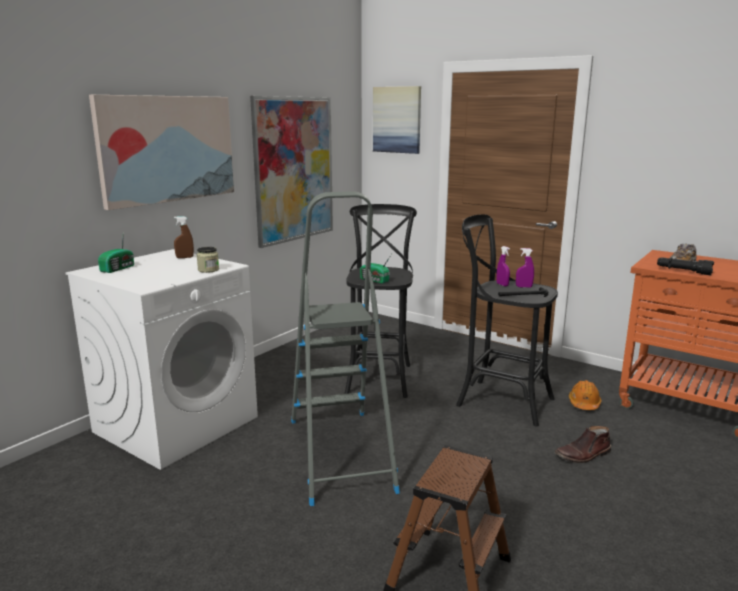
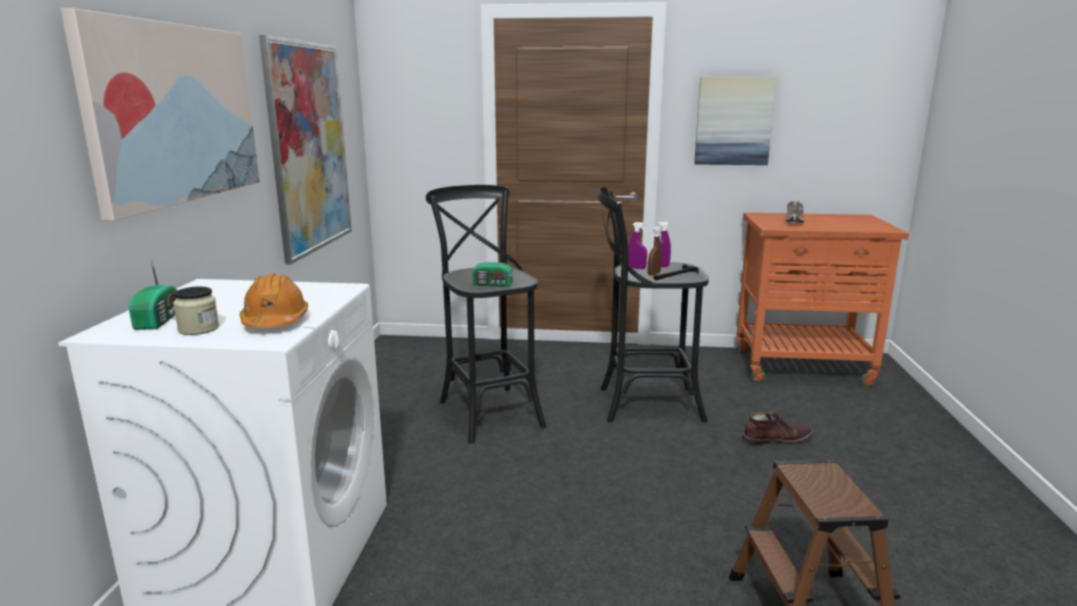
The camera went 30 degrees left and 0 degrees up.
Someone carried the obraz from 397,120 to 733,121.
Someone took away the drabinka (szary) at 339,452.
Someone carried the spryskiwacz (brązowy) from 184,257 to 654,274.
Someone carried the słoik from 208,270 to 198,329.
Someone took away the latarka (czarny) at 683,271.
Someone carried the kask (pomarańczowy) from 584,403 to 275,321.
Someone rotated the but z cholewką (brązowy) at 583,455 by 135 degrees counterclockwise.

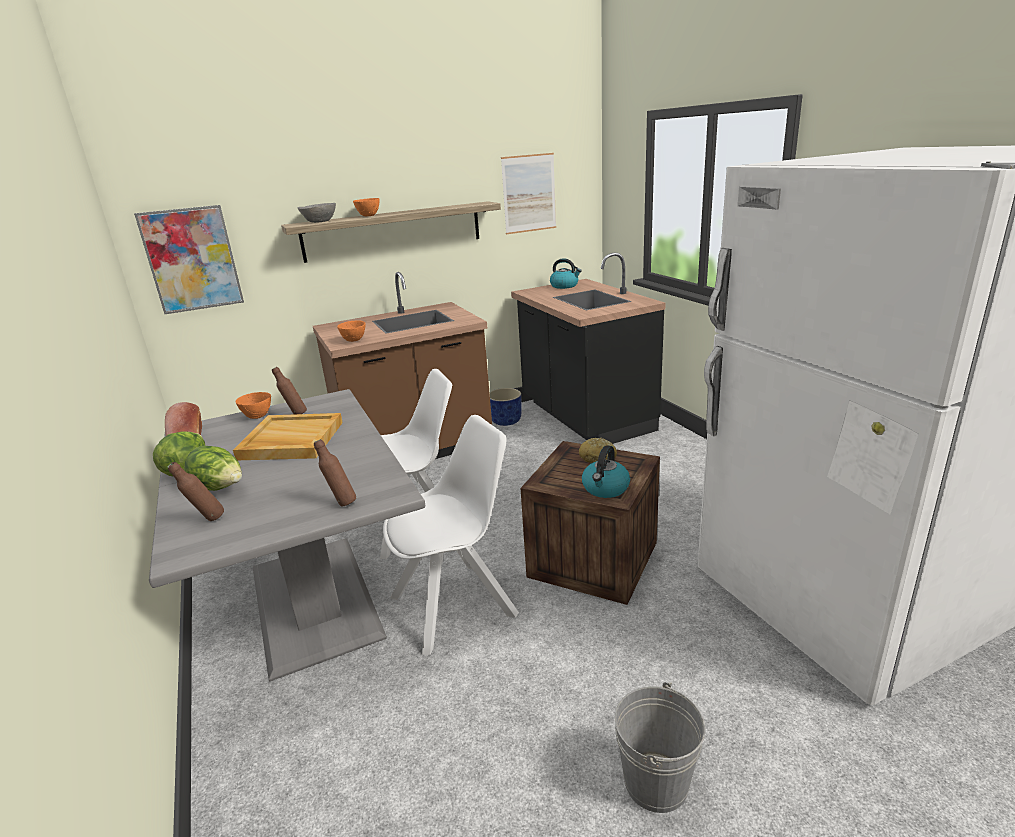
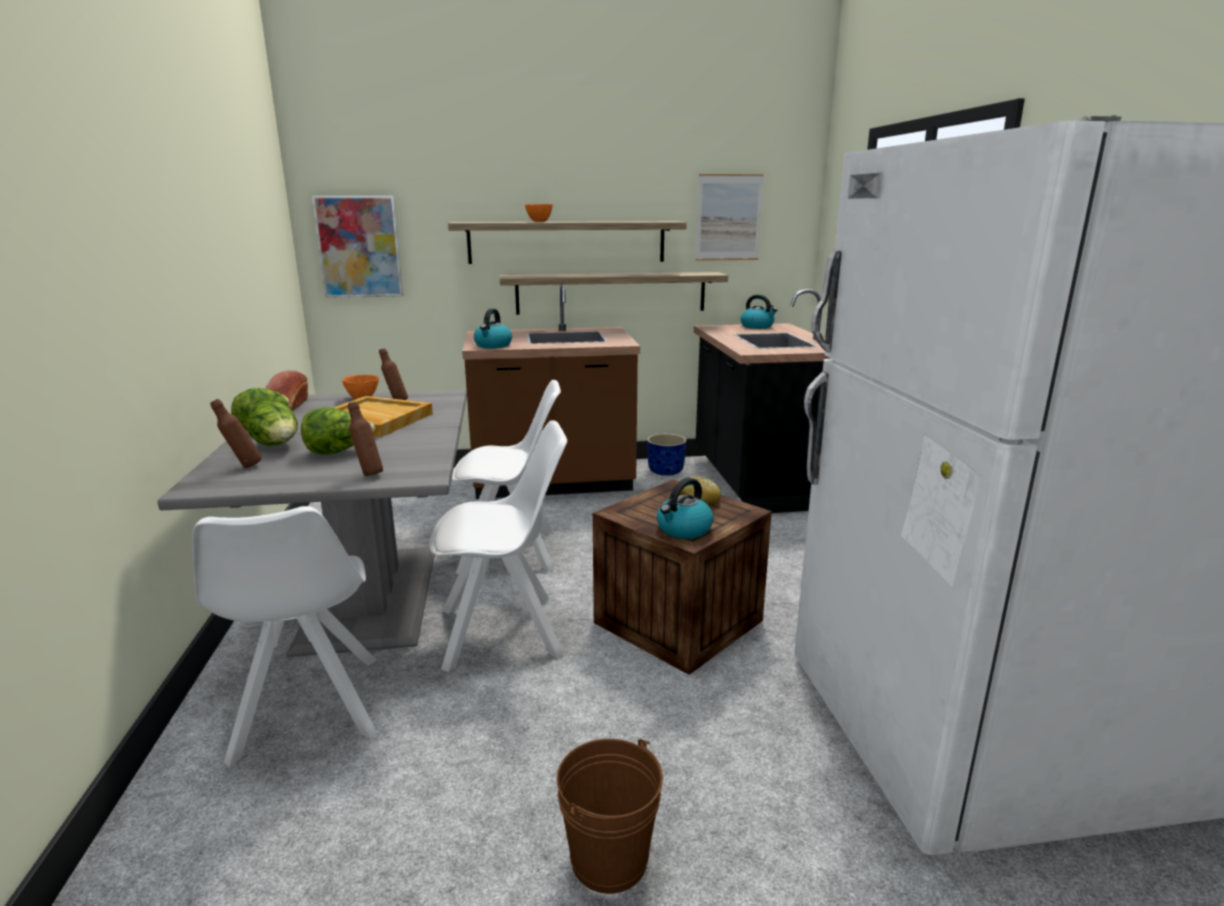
The camera went 15 degrees right and 5 degrees down.
Someone took away the miska (szary) at 319,221.
Someone swapped the miska (pomarańczowy) at 354,340 for the czajnik at 493,345.
Someone repainted the wiadro (szary) at 656,782, which became the wiadro (brązowy) at 609,859.
Someone put up the półka at 611,293.
Someone put down the sałata at 338,452.
Someone put down the krzesło (biały) at 307,710.

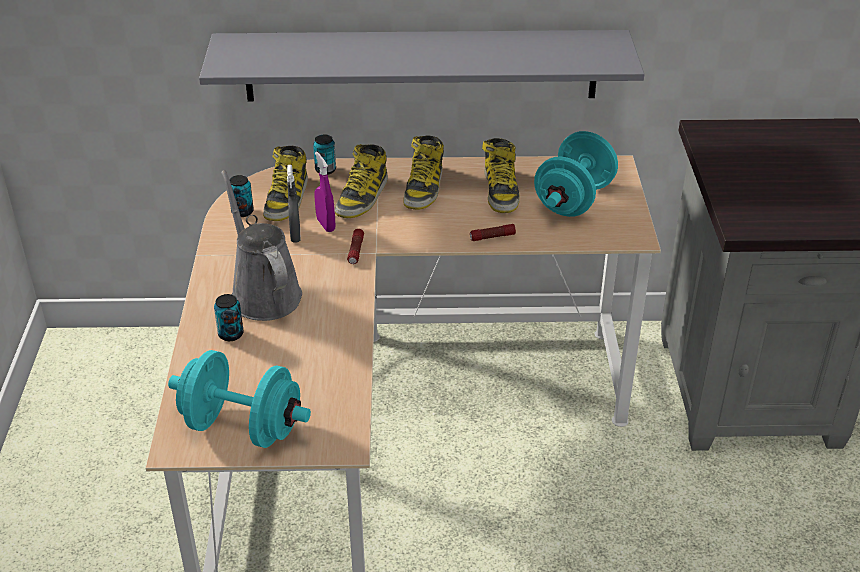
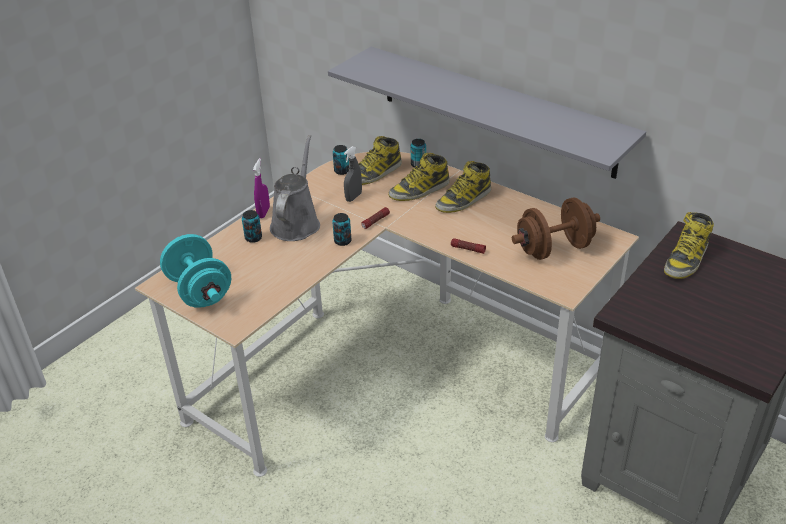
The camera went 40 degrees right and 0 degrees up.
Someone repainted the hantel (turkusowy) at 573,200, which became the hantel (brązowy) at 554,249.
Someone carried the but z cholewką from 500,191 to 686,259.
Someone carried the spryskiwacz (fioletowy) from 326,225 to 263,212.
Someone put down the puszka at 342,241.

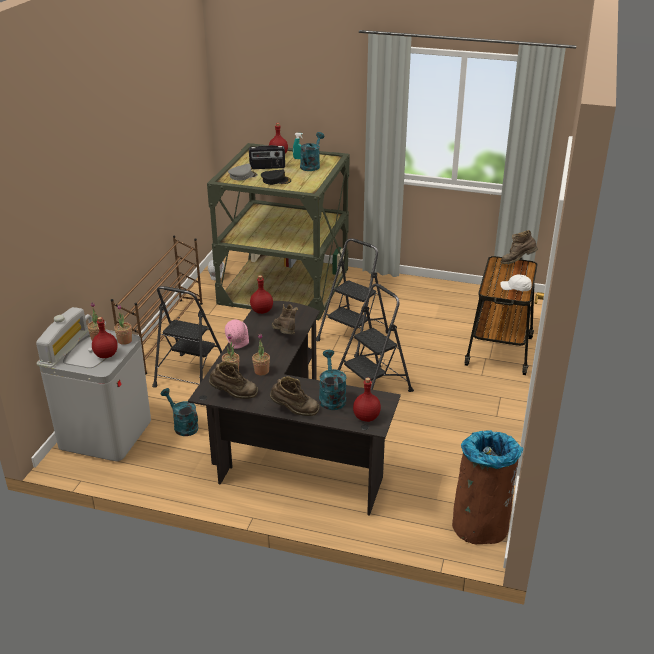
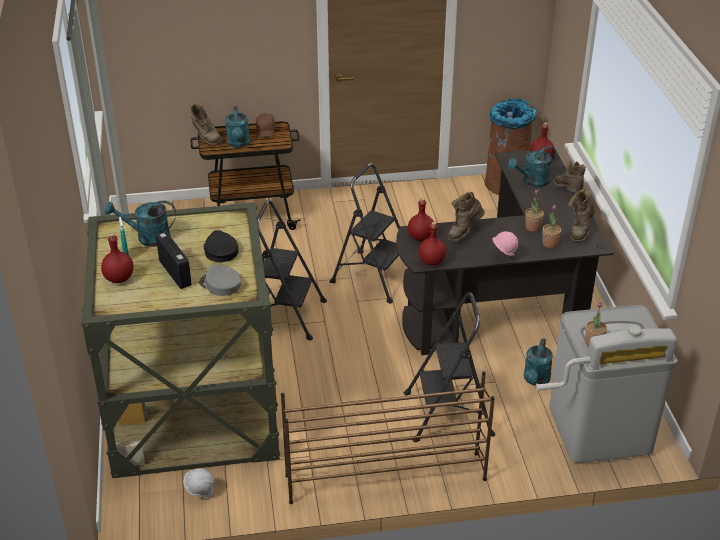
The camera went 115 degrees left and 5 degrees up.
Someone repainted the czapka z daszkiem (biały) at 516,288, which became the czapka z daszkiem (brązowy) at 265,131.
Someone took away the roślina doniczkowa at 125,340.
Someone carried the butelka (czerwony) from 105,355 to 421,237.
Someone rotated the but z cholewką (brązowy) at 233,395 by 135 degrees counterclockwise.
Someone put down the konewka (turkusowy) at 239,144.

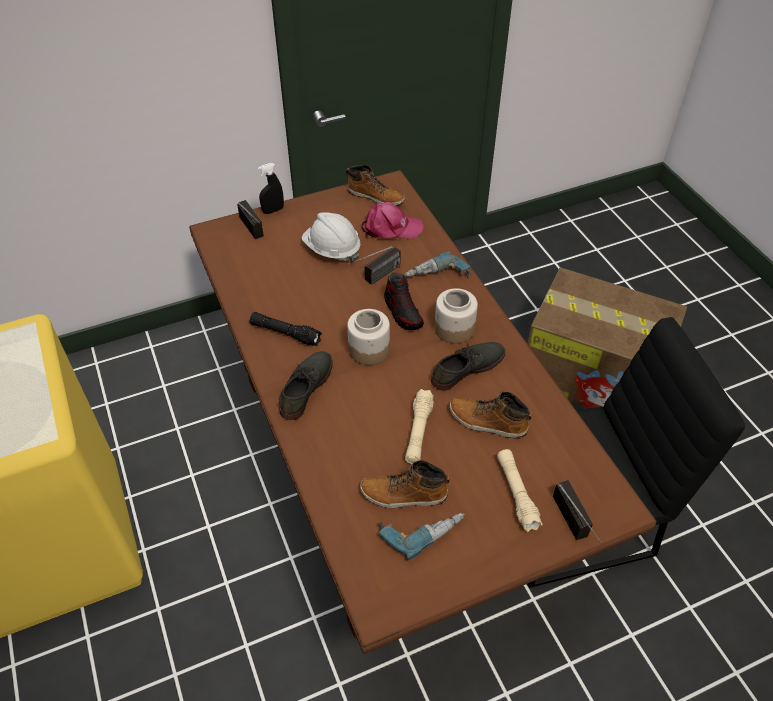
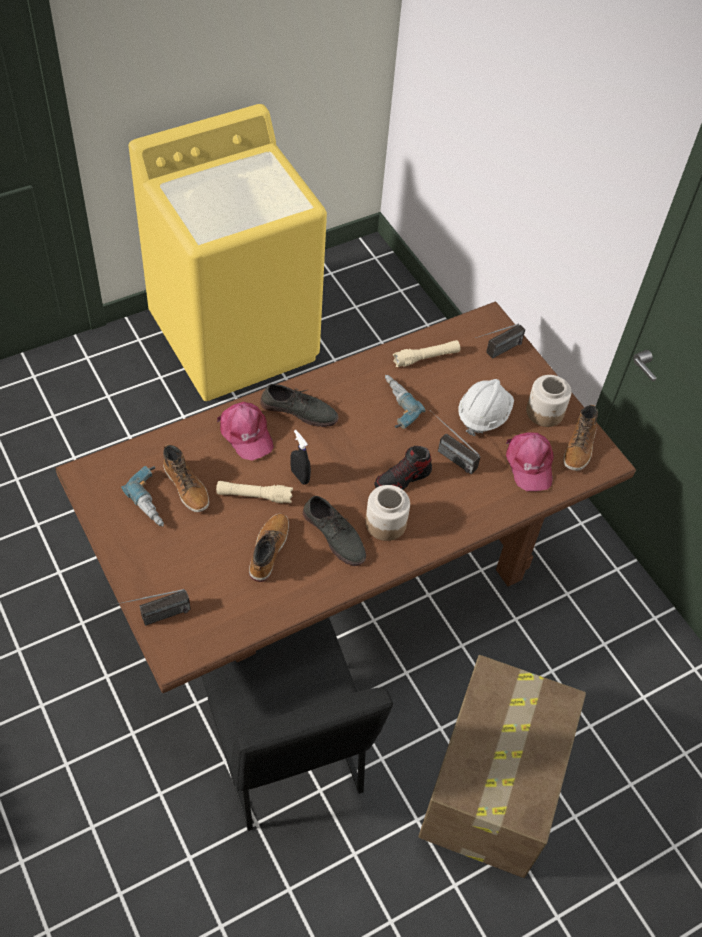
The camera went 80 degrees right and 5 degrees up.
Someone carried the spryskiwacz (czarny) from 273,210 to 300,476.
Someone carried the wiertarka from 437,277 to 394,406.
Someone carried the słoik from 369,349 to 545,412.
Someone took away the latarka (czarny) at 285,333.
Someone carried the latarka (beżowy) from 516,493 to 426,358.
Someone rotated the but z cholewką at 403,495 by 150 degrees clockwise.
Someone put down the czapka z daszkiem (różowy) at 245,434.

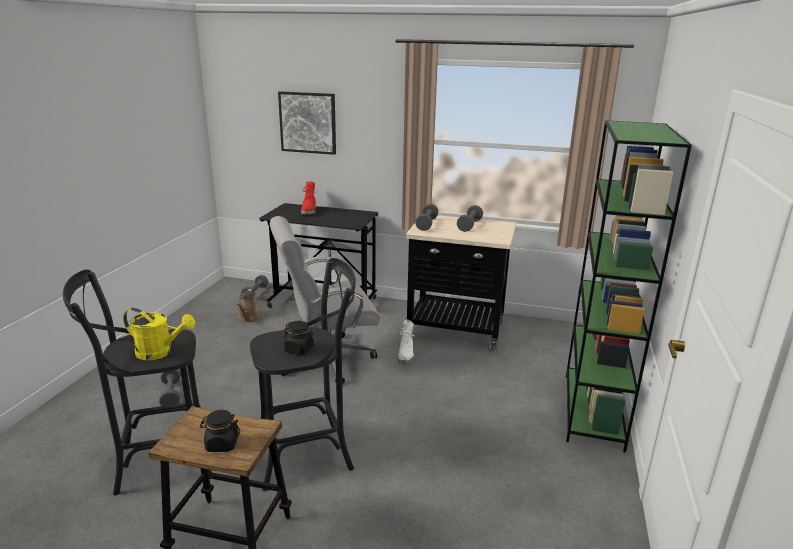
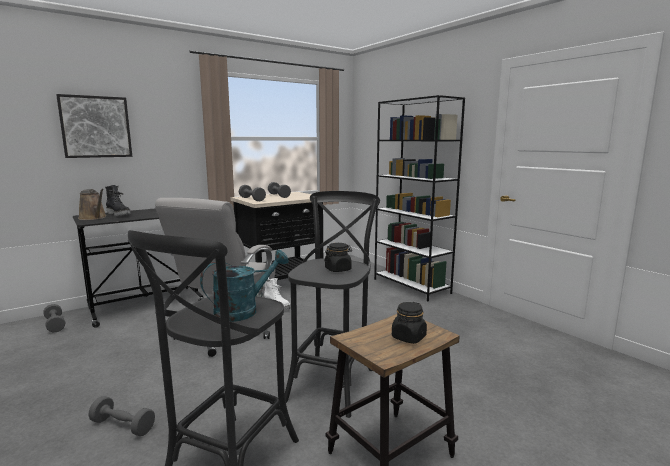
The camera went 50 degrees left and 10 degrees down.
Someone repainted the regał (zielony) at 593,411, which became the regał (biały) at 412,286.
Someone repainted the but z cholewką (czerwony) at 309,211, which became the but z cholewką (czarny) at 119,214.
Someone carried the konewka (brązowy) from 249,318 to 94,218.
Someone repainted the konewka (żółty) at 160,352, which became the konewka (turkusowy) at 243,310.

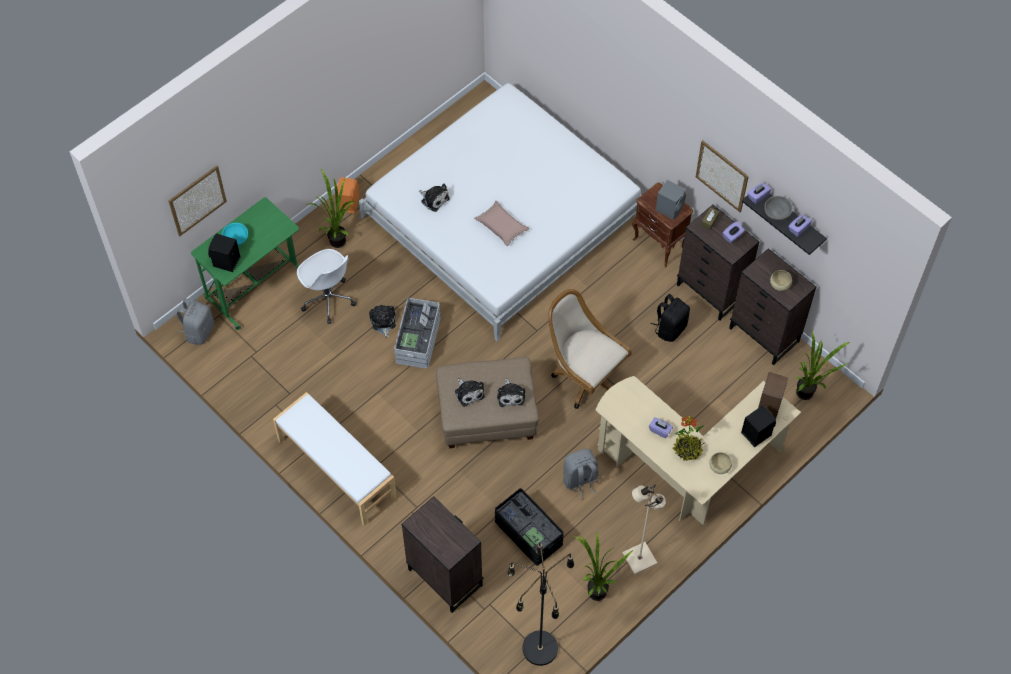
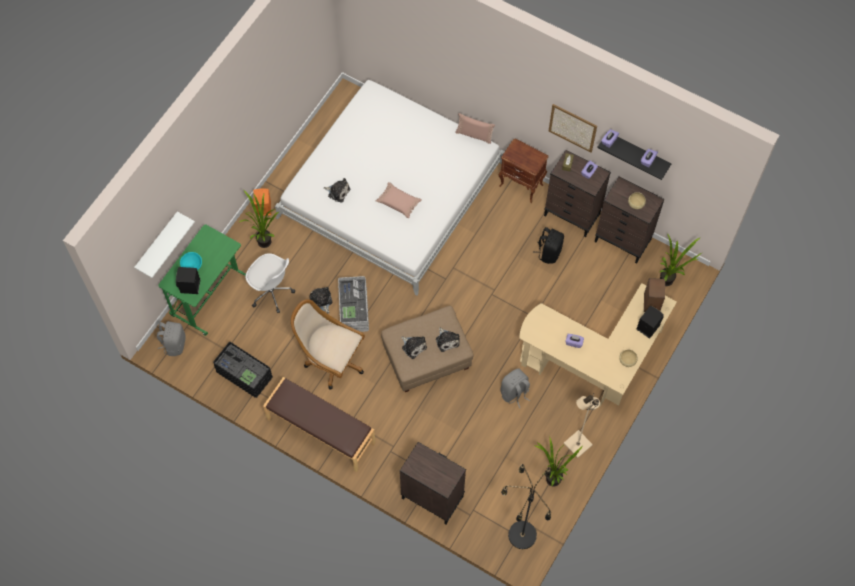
The camera went 15 degrees left and 5 degrees up.
Someone swapped the obraz at 197,200 for the półka (biały) at 157,244.
Someone took away the głośnik (szary) at 669,208.
Someone took away the miska (szary) at 776,213.
Someone carried the krzesło biurowe from 584,374 to 331,358.
Someone repainted the ławka (biały) at 336,469, which became the ławka (brązowy) at 320,431.
Someone took away the roślina doniczkowa at 687,449.
Someone carried the pojemnik do przechowywania (czarny) from 528,532 to 243,374.
Someone put down the poduszka (beżowy) at 474,135.

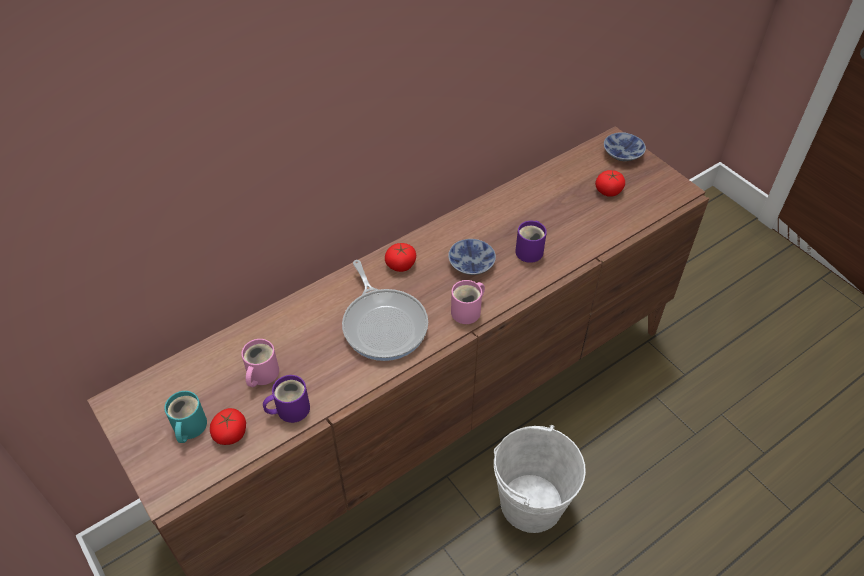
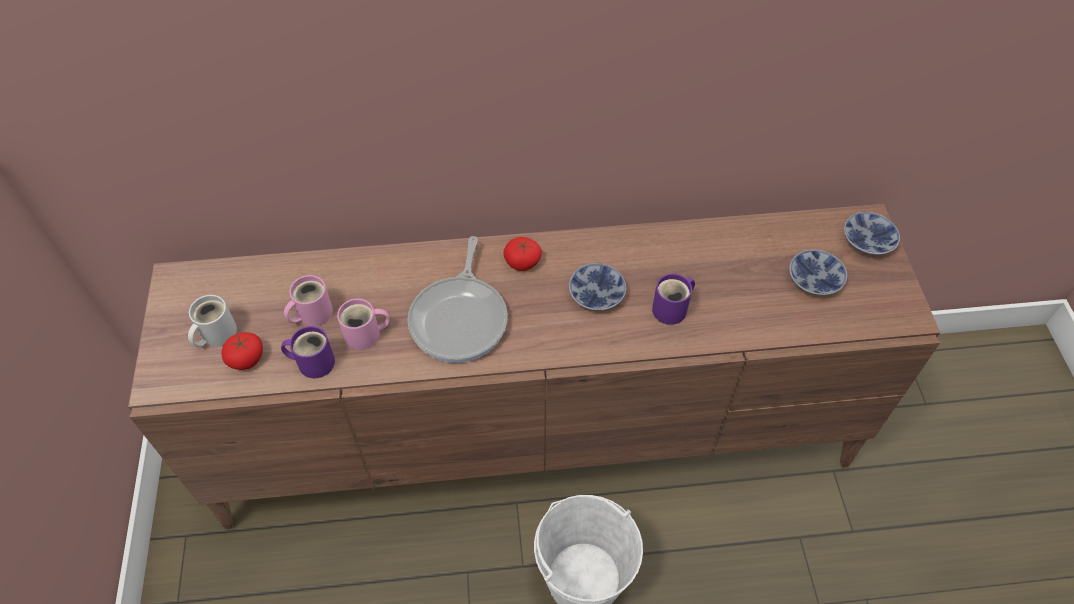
The camera went 30 degrees right and 5 degrees up.
Someone swapped the pomidor at 608,190 for the miska at 816,279.
Someone carried the kubek (różowy) from 468,311 to 366,335.
Someone repainted the kubek (turkusowy) at 188,428, which became the kubek (biały) at 215,333.

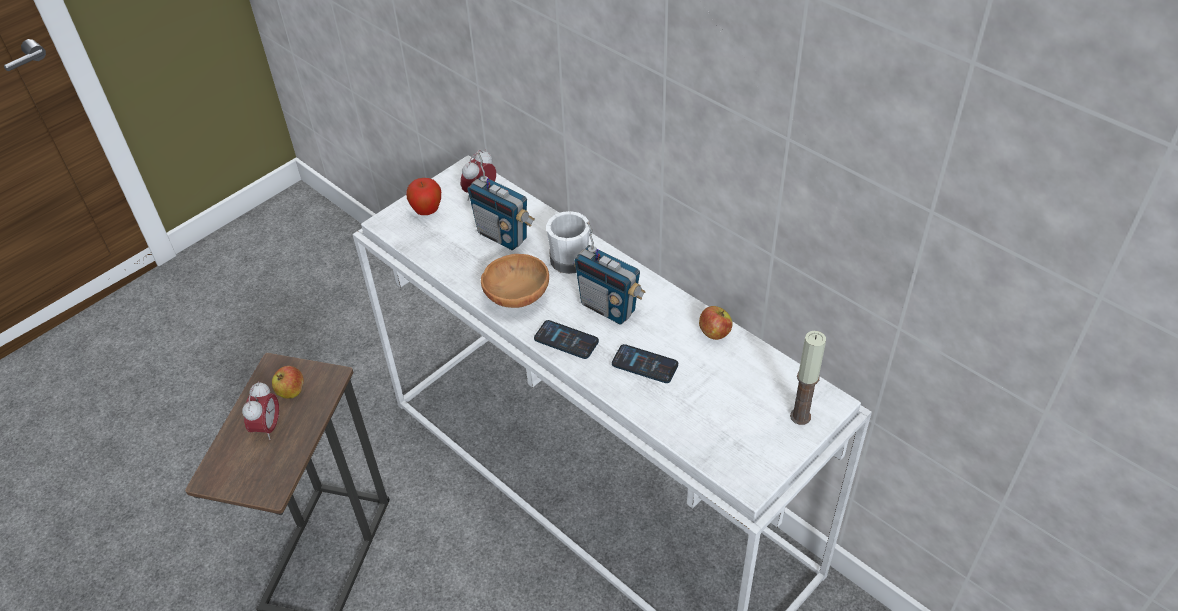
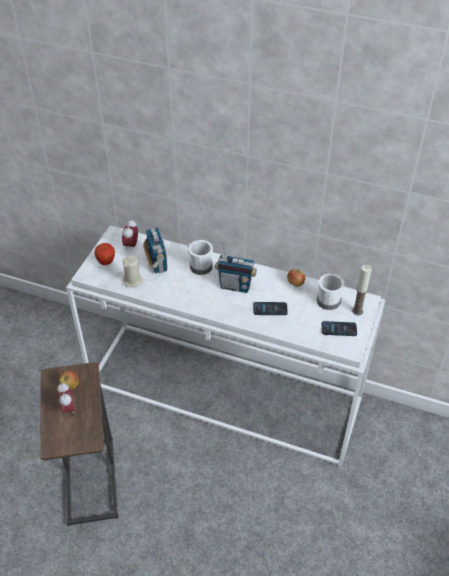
The camera went 25 degrees left and 0 degrees up.
Someone rotated the radio at 503,236 by 120 degrees counterclockwise.
Someone took away the miska (brązowy) at 516,295.
Someone carried the telefon from 566,340 to 339,329.
Someone put down the świeca (beżowy) at 133,281.
Someone put down the kubek (biały) at 327,299.

